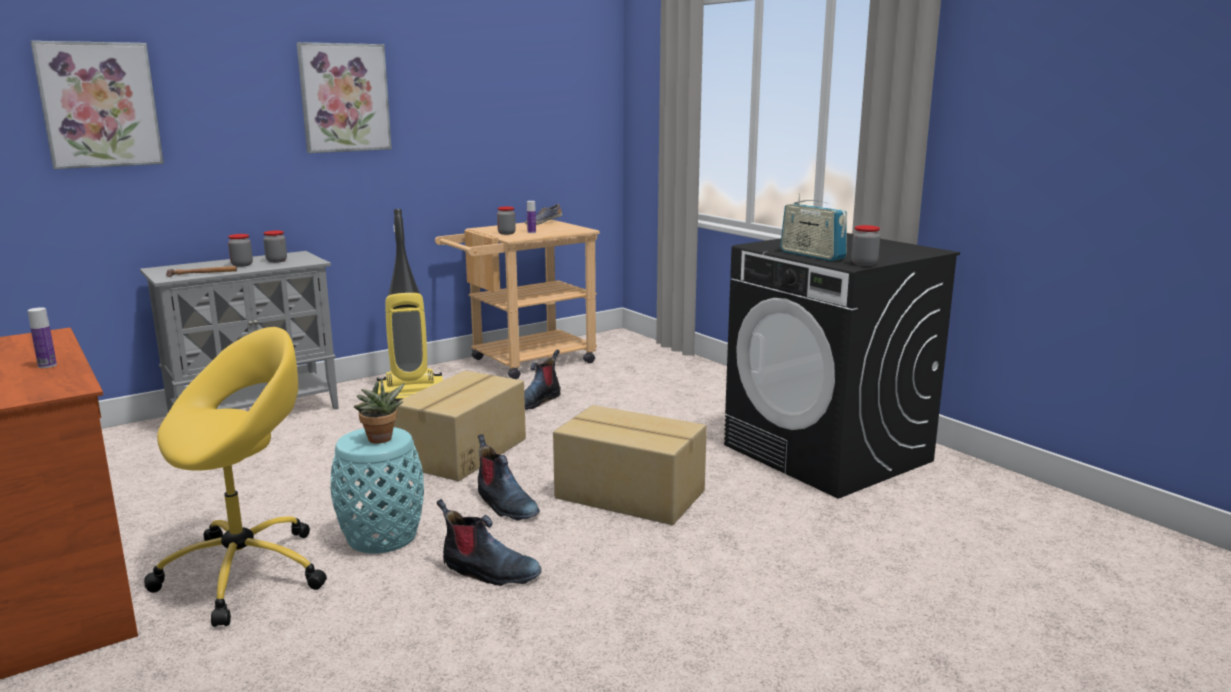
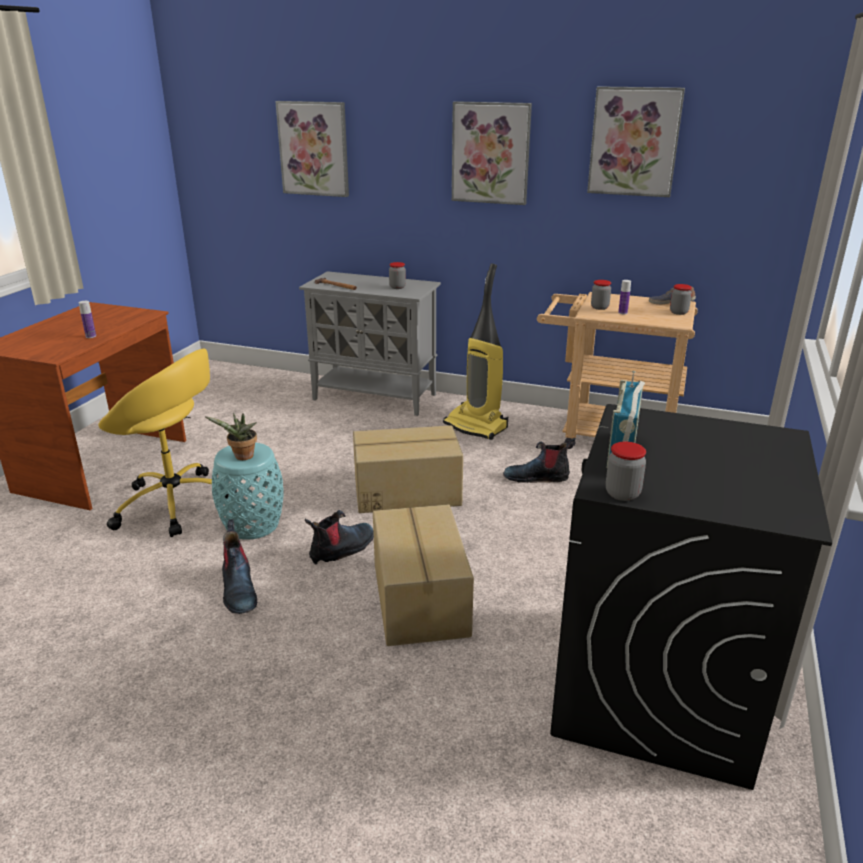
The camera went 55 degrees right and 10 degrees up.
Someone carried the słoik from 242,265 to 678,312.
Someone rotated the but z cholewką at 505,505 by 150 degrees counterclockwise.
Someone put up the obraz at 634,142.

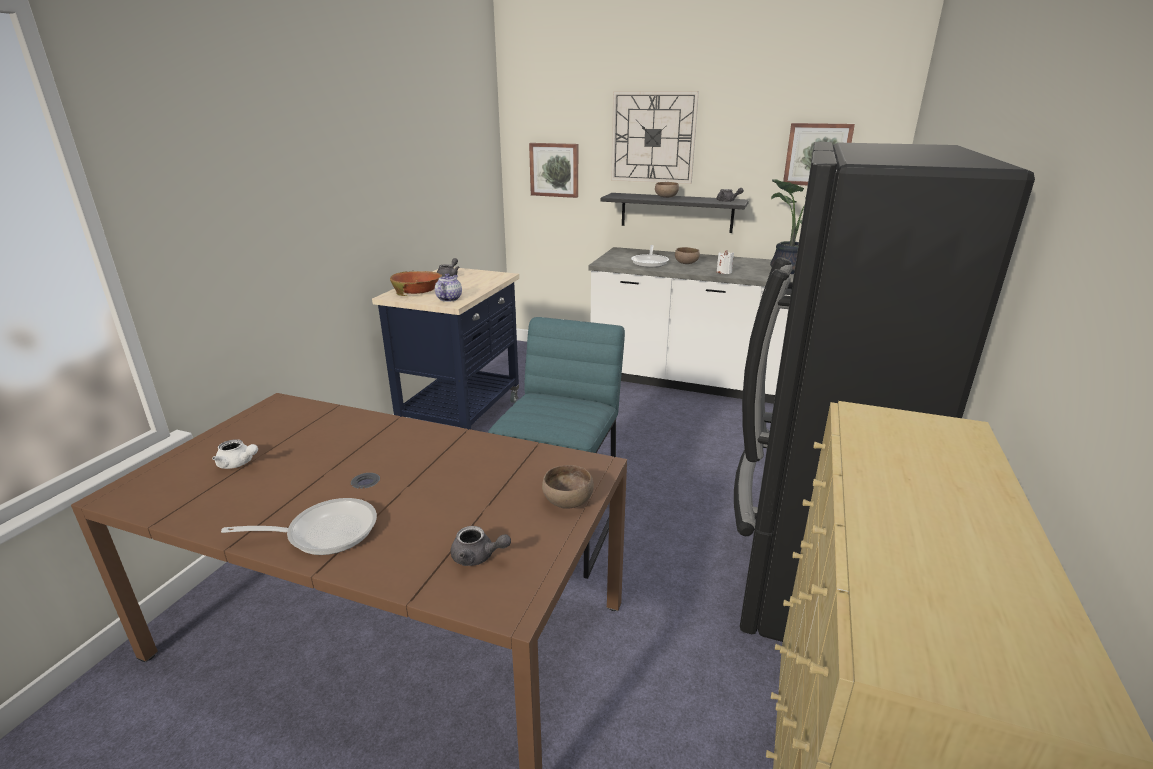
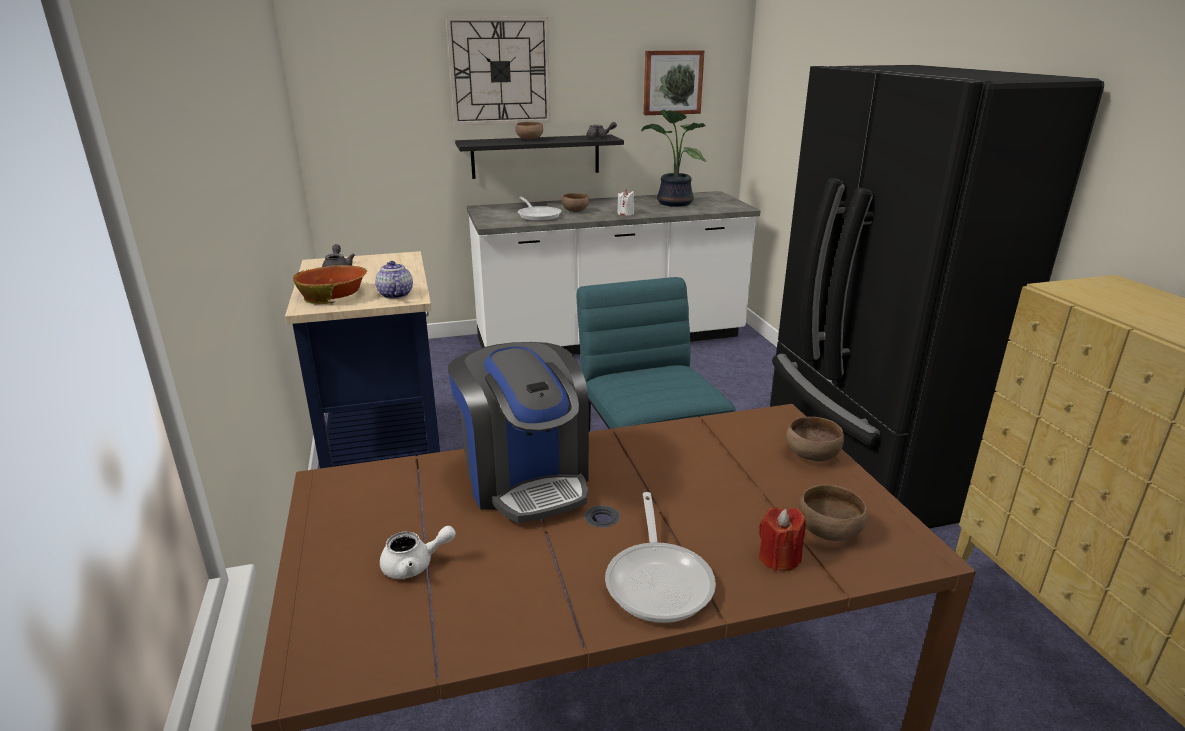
The camera went 35 degrees left and 0 degrees up.
Someone took away the obraz at 554,170.
Someone rotated the patelnia at 324,532 by 135 degrees clockwise.
Someone swapped the imbryk (szary) at 478,557 for the miska (brązowy) at 829,530.
Someone put down the ekspres do kawy at 525,478.
Someone put down the świeca (czerwony) at 779,558.

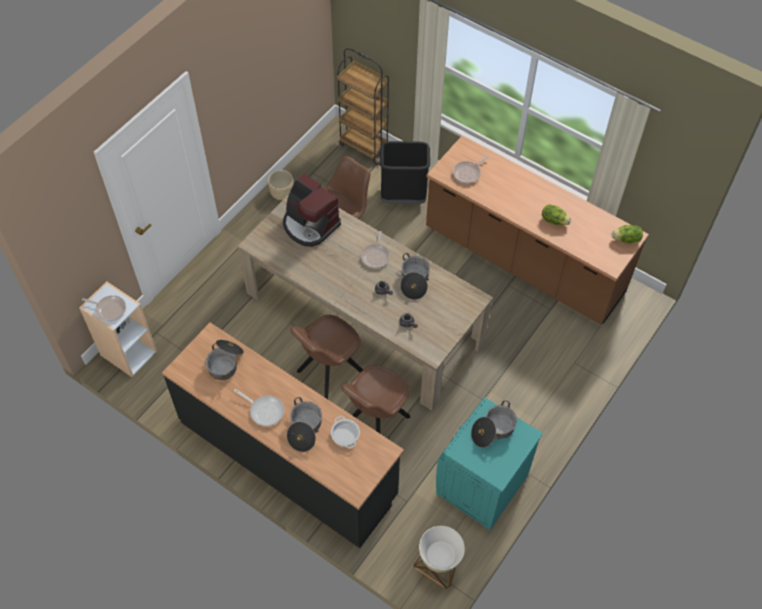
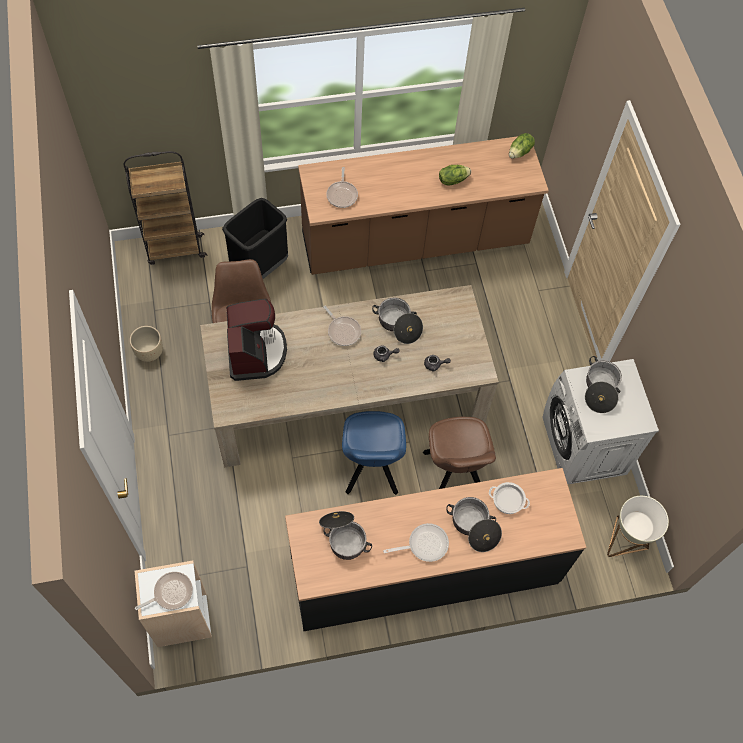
The camera went 50 degrees left and 5 degrees up.
Someone rotated the ekspres do kawy at 310,225 by 90 degrees counterclockwise.
Someone repainted the krzesło (brązowy) at 329,371, which became the krzesło (niebieski) at 371,468.
Someone repainted the pralka (turkusowy) at 481,485, which became the pralka (biały) at 583,447.

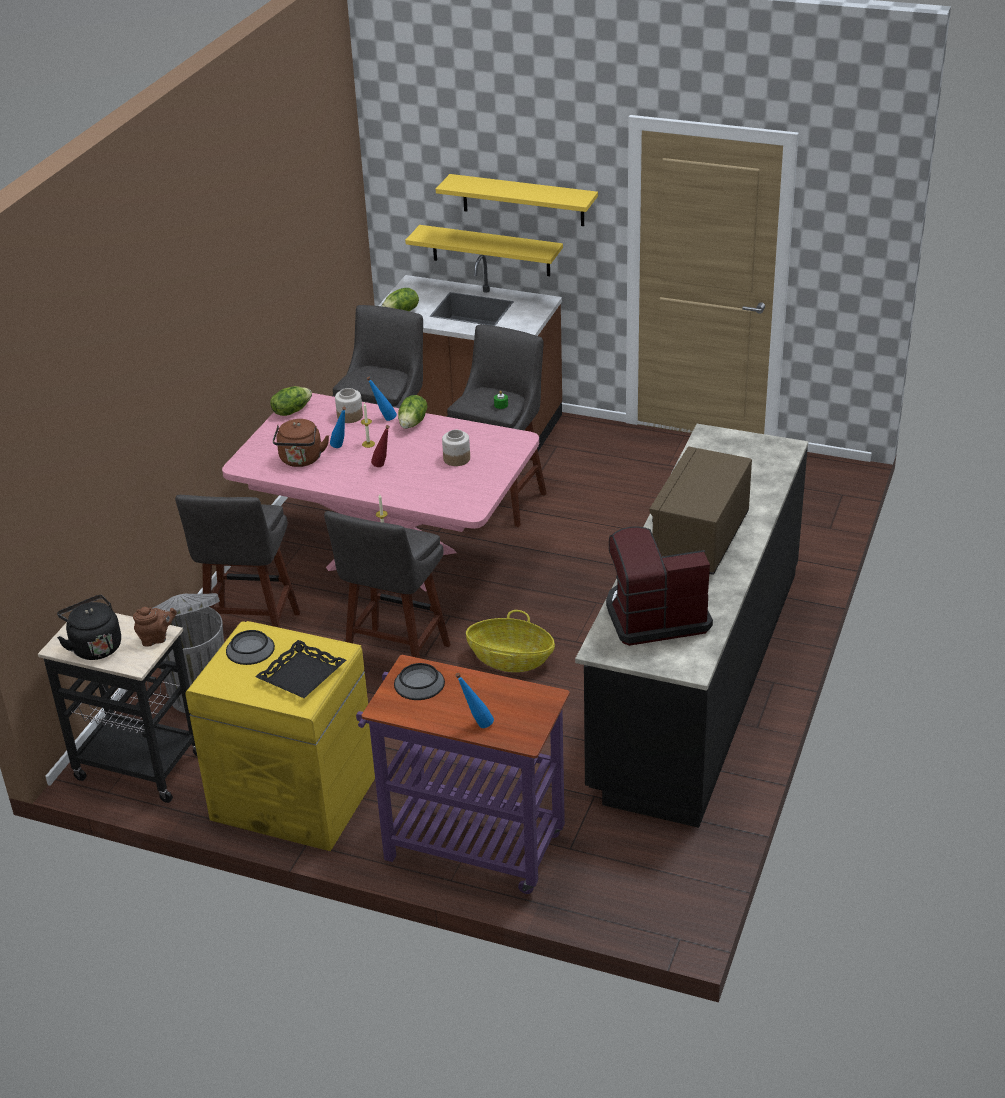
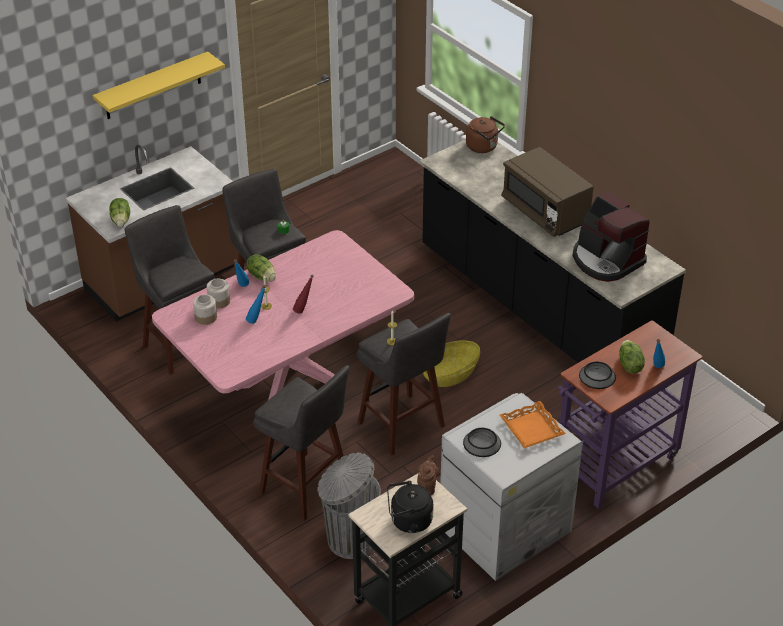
The camera went 60 degrees left and 5 degrees up.
Someone took away the półka (żółty) at 490,250.
Someone carried the sałata from 291,411 to 629,365.
Someone carried the czajnik (brązowy) from 301,460 to 483,147.
Someone carried the słoik from 456,459 to 205,317.
Someone rotated the ekspres do kawy at 655,616 by 60 degrees counterclockwise.
Someone repainted the pralka (żółty) at 295,793, which became the pralka (biały) at 501,527.
Someone repainted the taca (czarny) at 301,675, which became the taca (pomarańczowy) at 531,429.

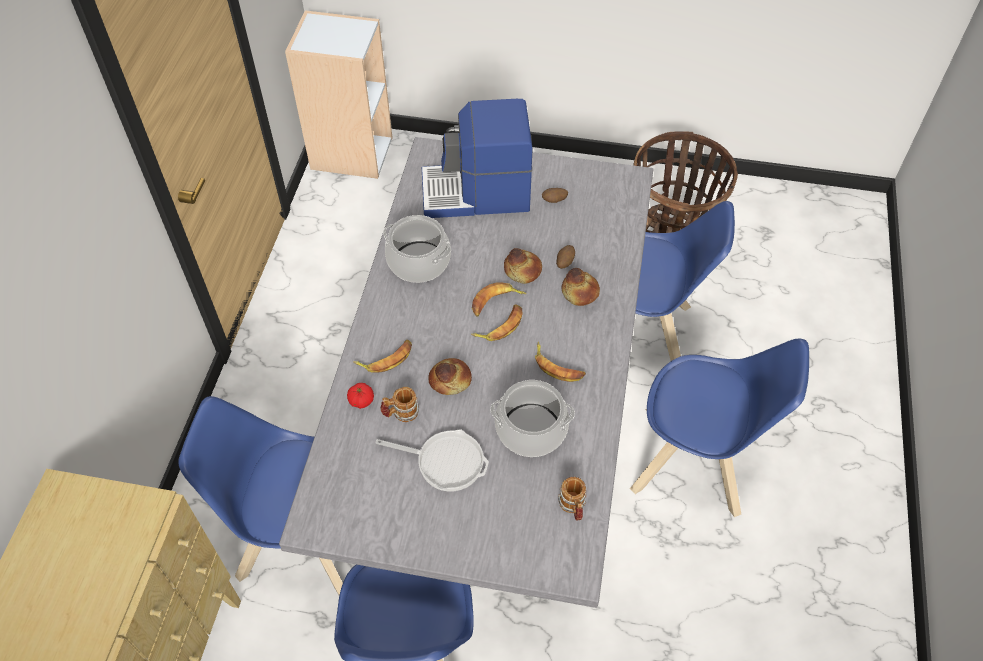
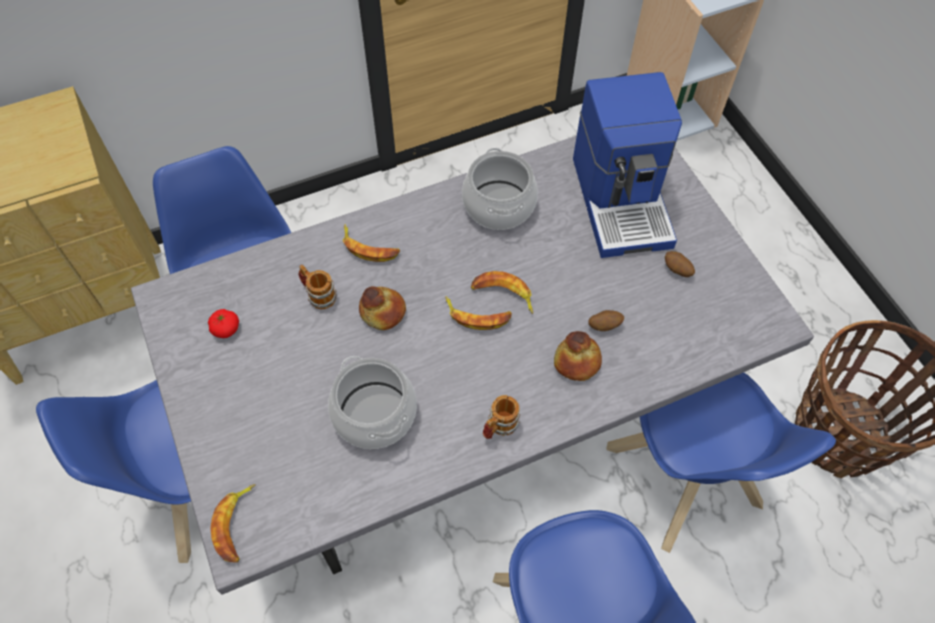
The camera went 55 degrees right and 5 degrees up.
Someone rotated the ekspres do kawy at 476,194 by 150 degrees counterclockwise.
Someone took away the chleb at 522,271.
Someone carried the banan from 557,366 to 236,525.
Someone carried the pomidor from 361,400 to 226,329.
Someone took away the patelnia at 445,462.
Someone carried the kubek from 573,507 to 499,426.

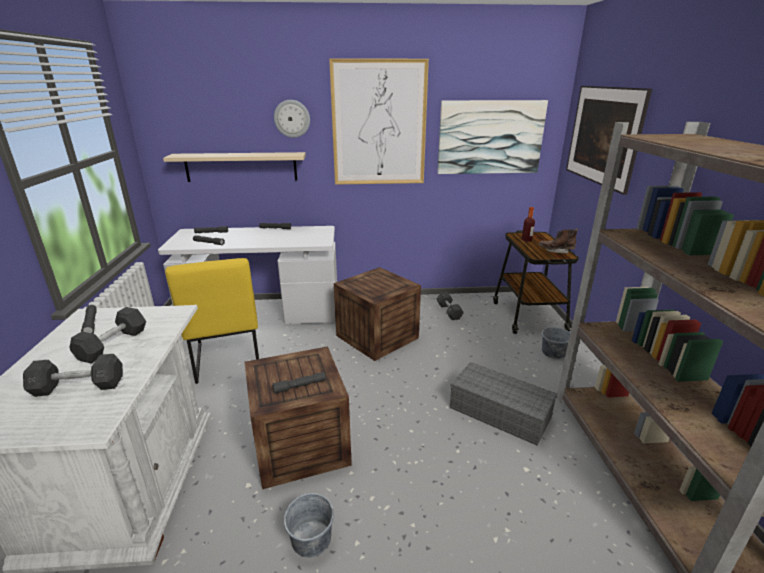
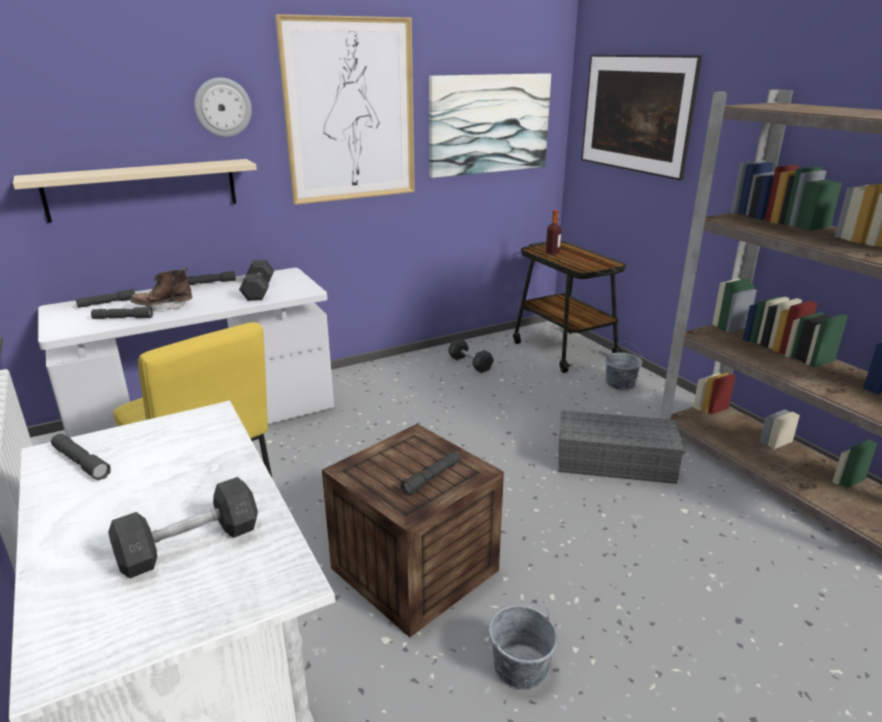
The camera went 25 degrees left and 0 degrees up.
Someone carried the but z cholewką (brązowy) from 555,251 to 164,307.
Someone took away the skrzynka at 377,337.
Someone carried the hantel (szary) from 113,344 to 258,290.

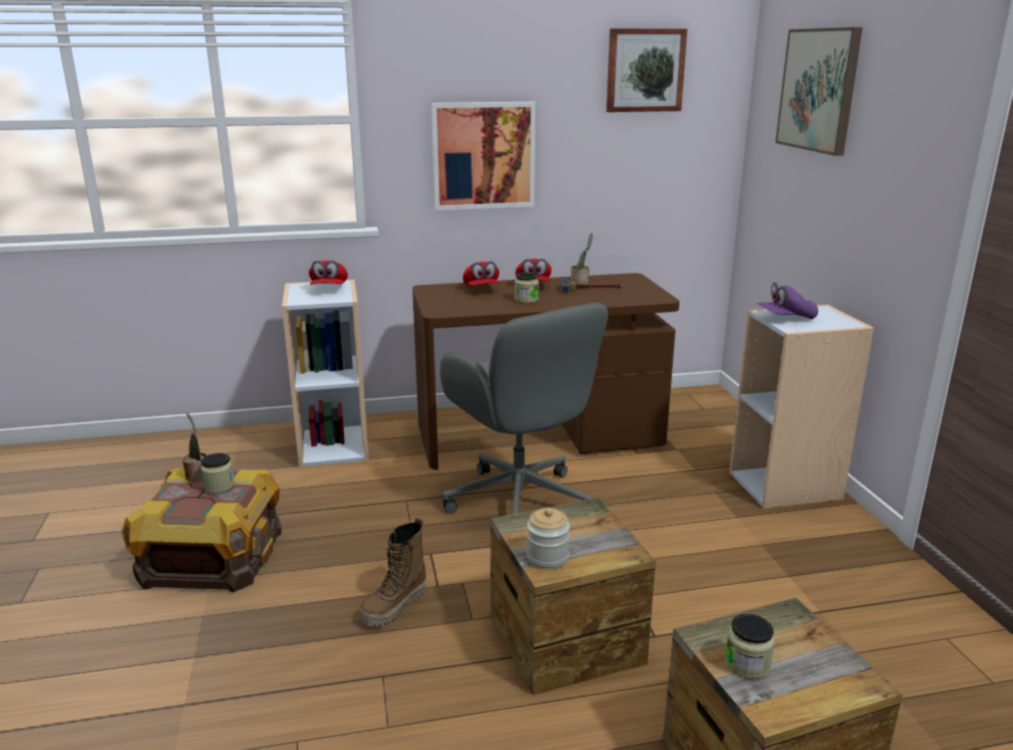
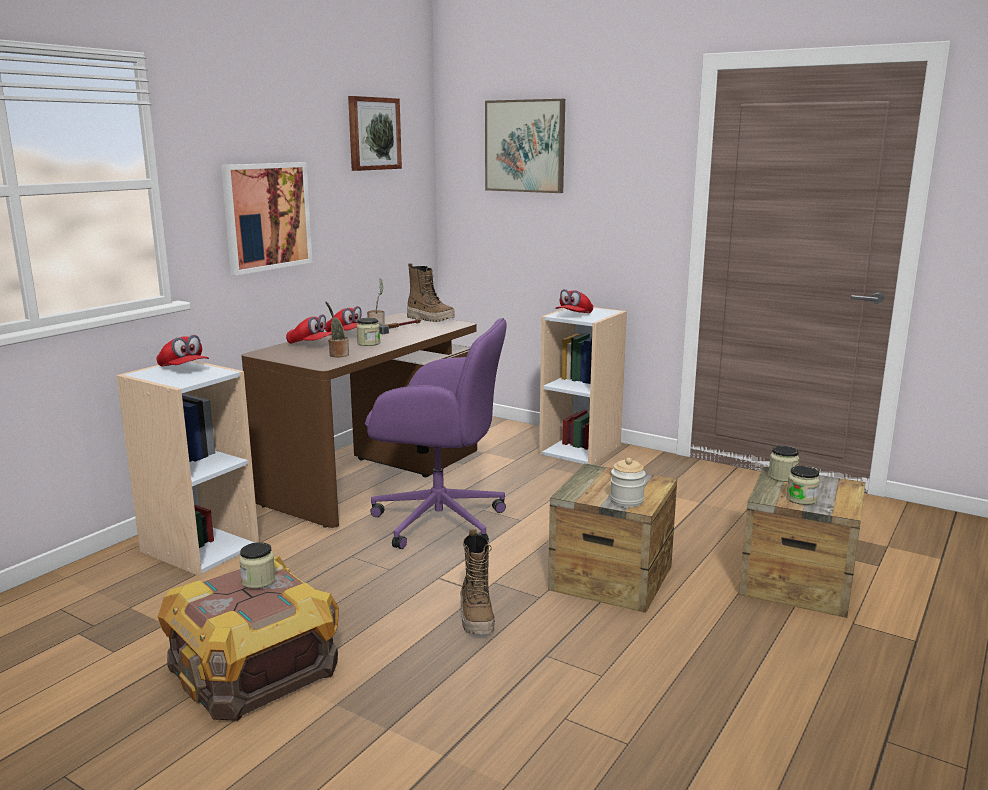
The camera went 45 degrees left and 5 degrees down.
Someone repainted the czapka z daszkiem (fioletowy) at 786,318, which became the czapka z daszkiem (czerwony) at 574,316.
Someone repainted the krzesło biurowe (szary) at 518,502, which became the krzesło biurowe (fioletowy) at 438,522.
Someone carried the roślina doniczkowa from 197,474 to 338,354.
Someone put down the but z cholewką at 430,319.
Someone put down the słoik at 782,477.

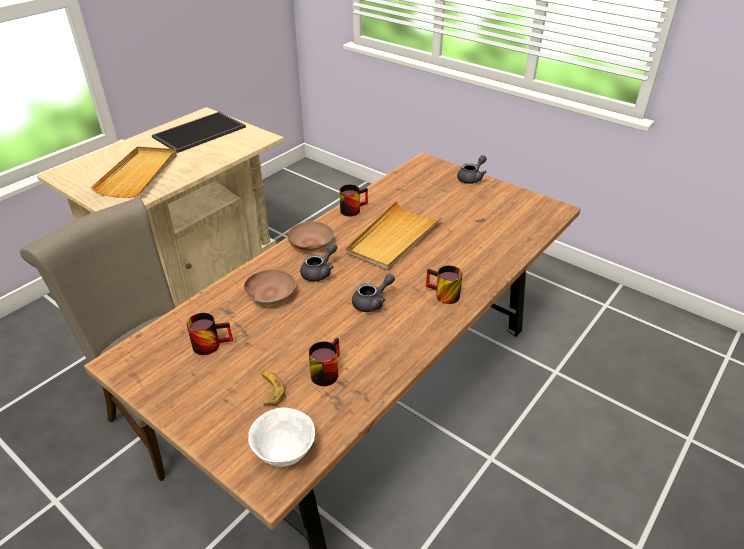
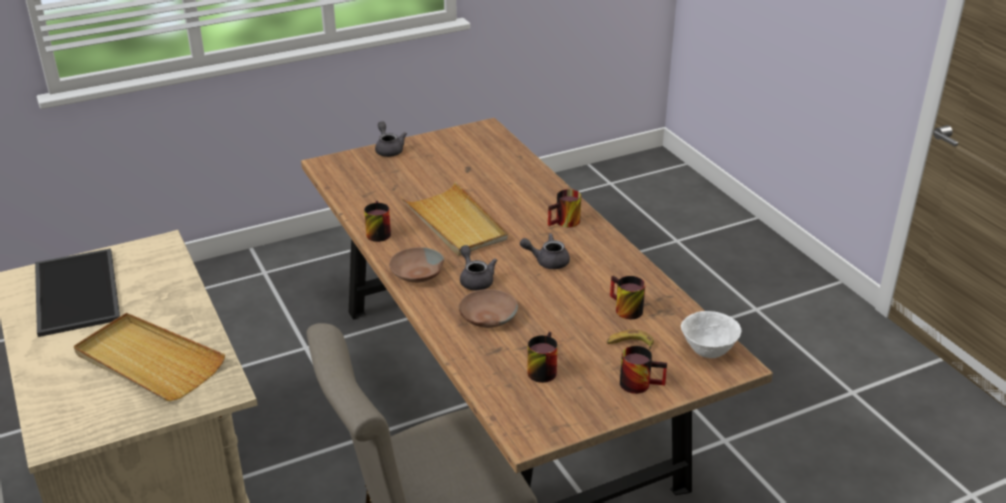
The camera went 65 degrees left and 5 degrees down.
Someone rotated the imbryk (szary) at 372,302 by 75 degrees counterclockwise.
Someone put down the kubek at 640,382.

